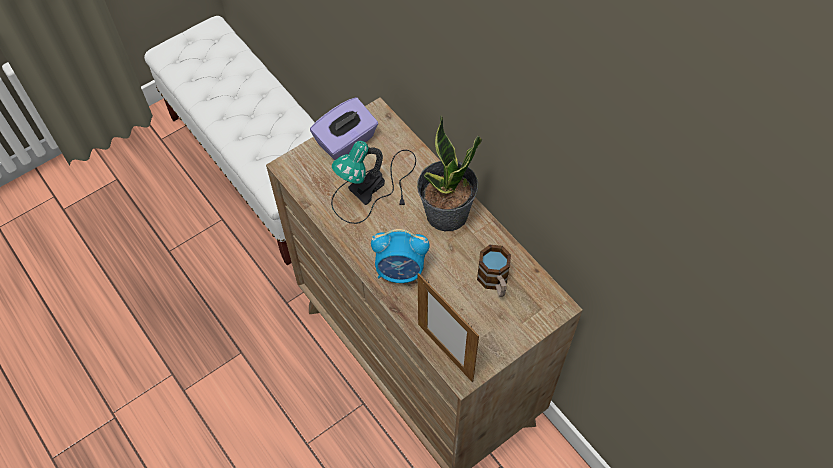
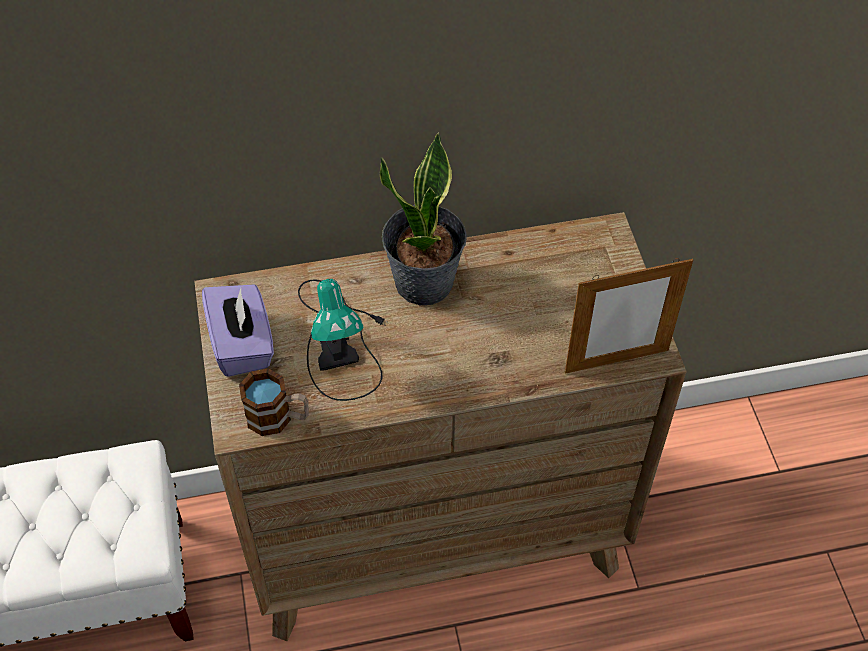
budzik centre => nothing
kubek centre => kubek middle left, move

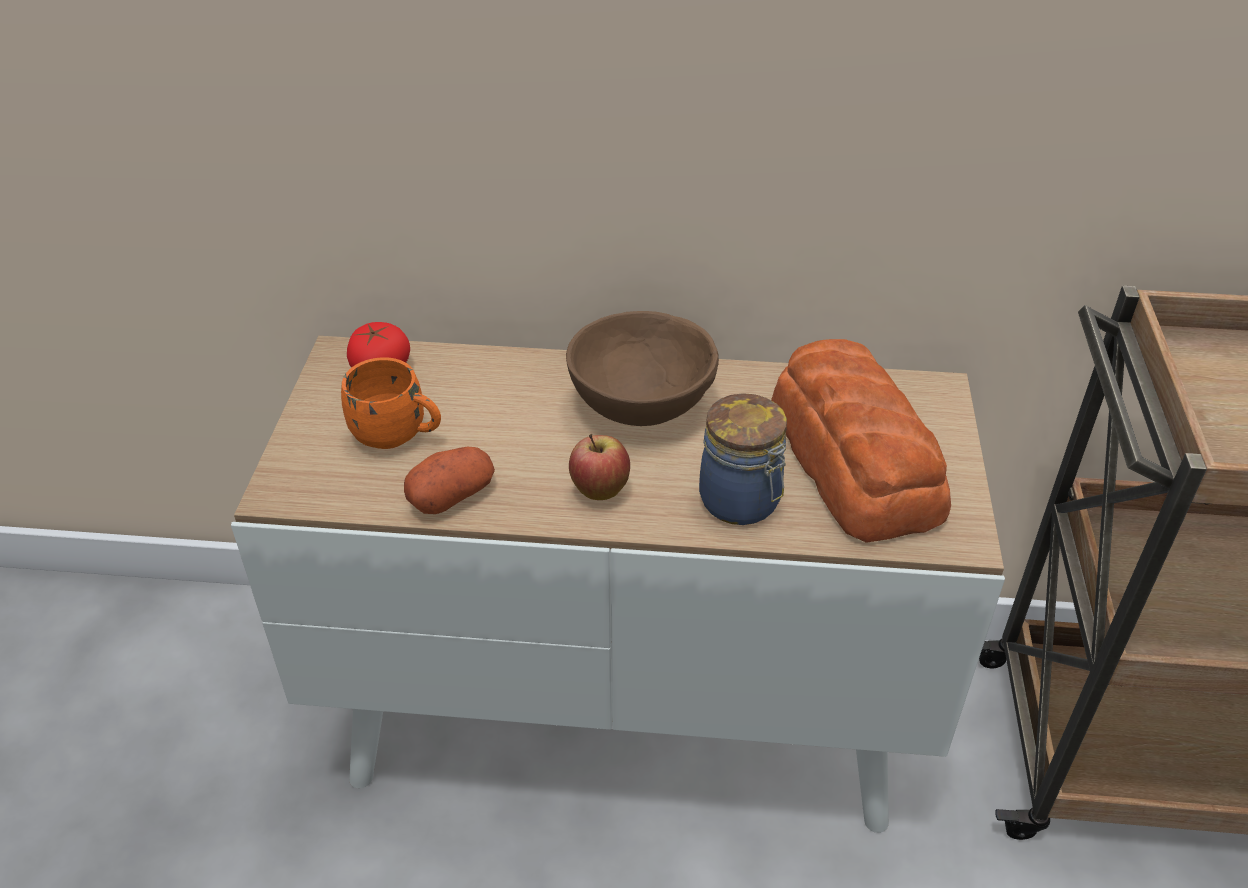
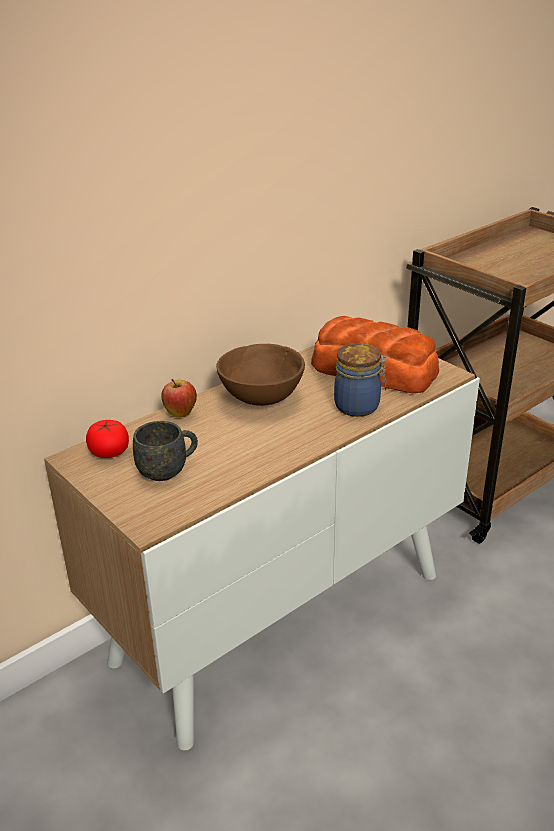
kubek/pomarańczowy middle left => kubek/szary middle left
jabłko centre => jabłko middle left, move
ziemniak centre => nothing

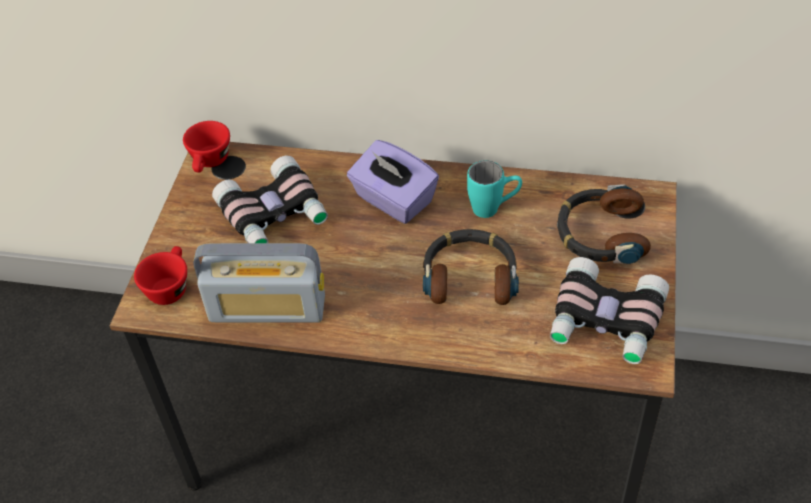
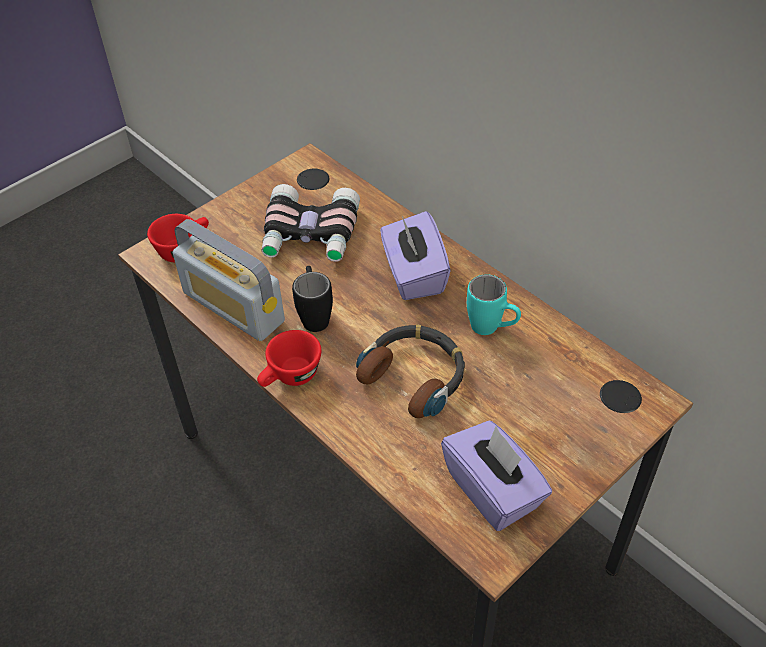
filiżanka/czerwony (2nd from left) top left => filiżanka/czerwony (2nd from left) centre, move
słuchawki (2nd from left) middle right => nothing
lornetka (2nd from left) middle right => pudełko chusteczek/fioletowy (2nd from left) bottom centre
nothing => kubek/czarny centre

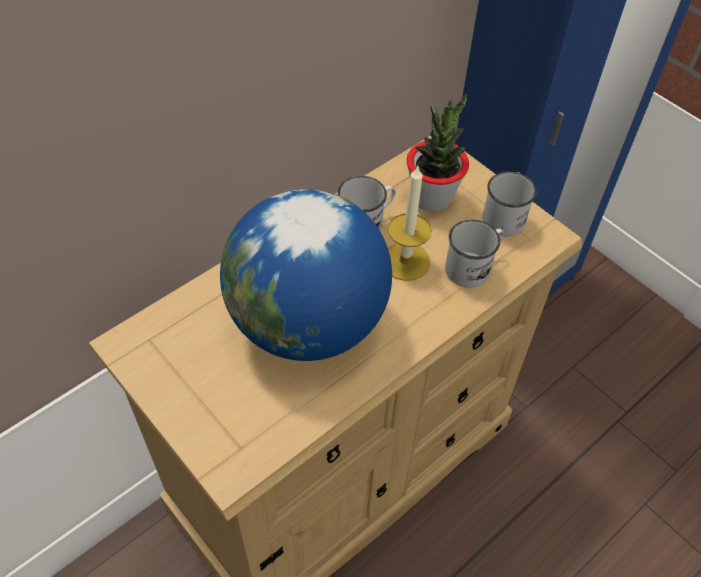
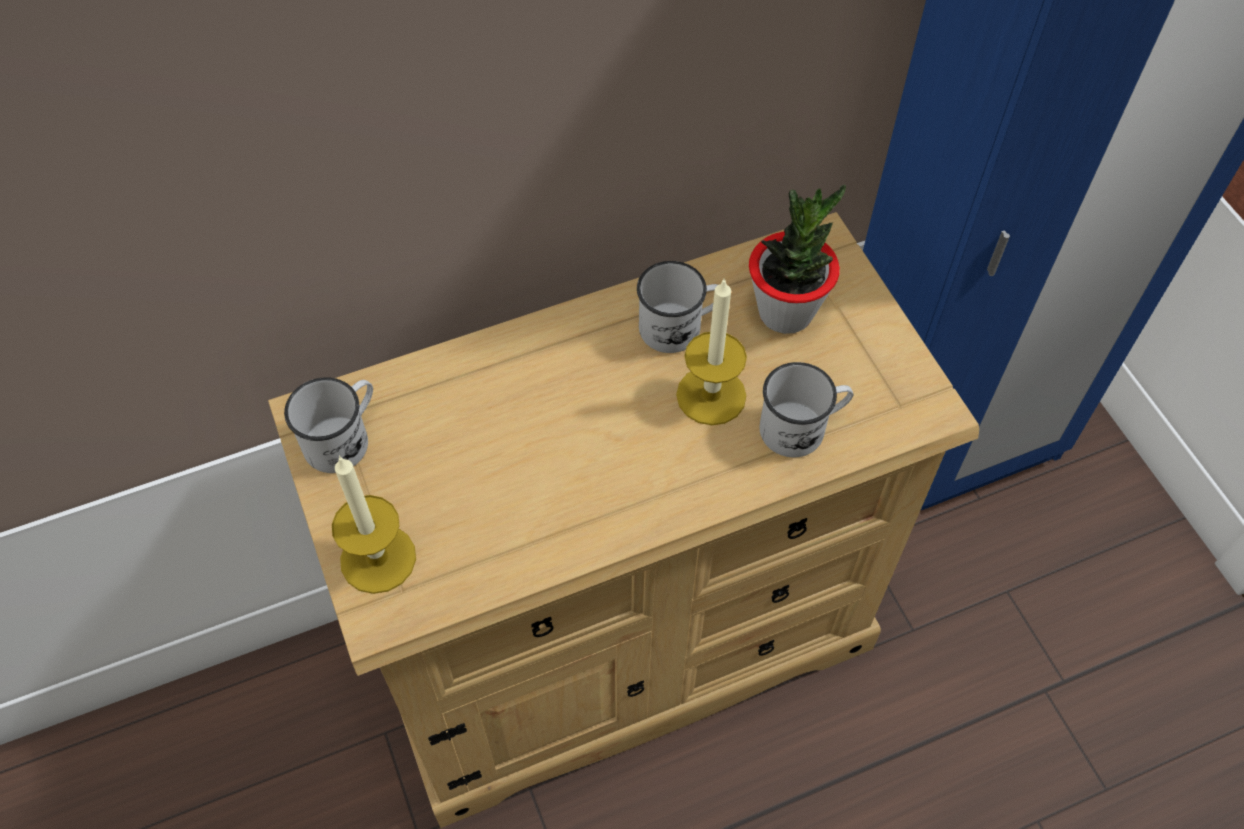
kubek/biały (3rd from left in the first image) middle right => kubek/biały (1st from left) middle left, move
globus centre => nothing
nothing => świeca (1st from left) middle left

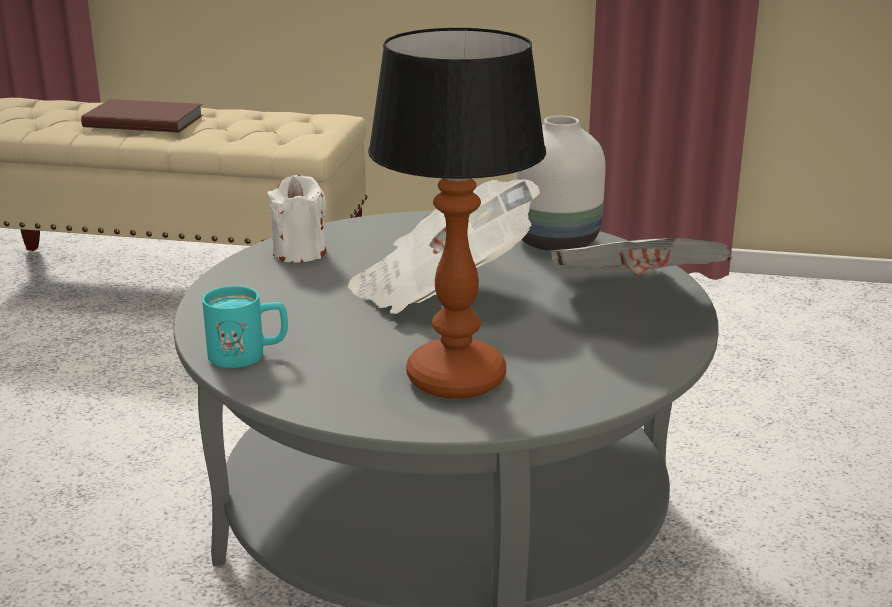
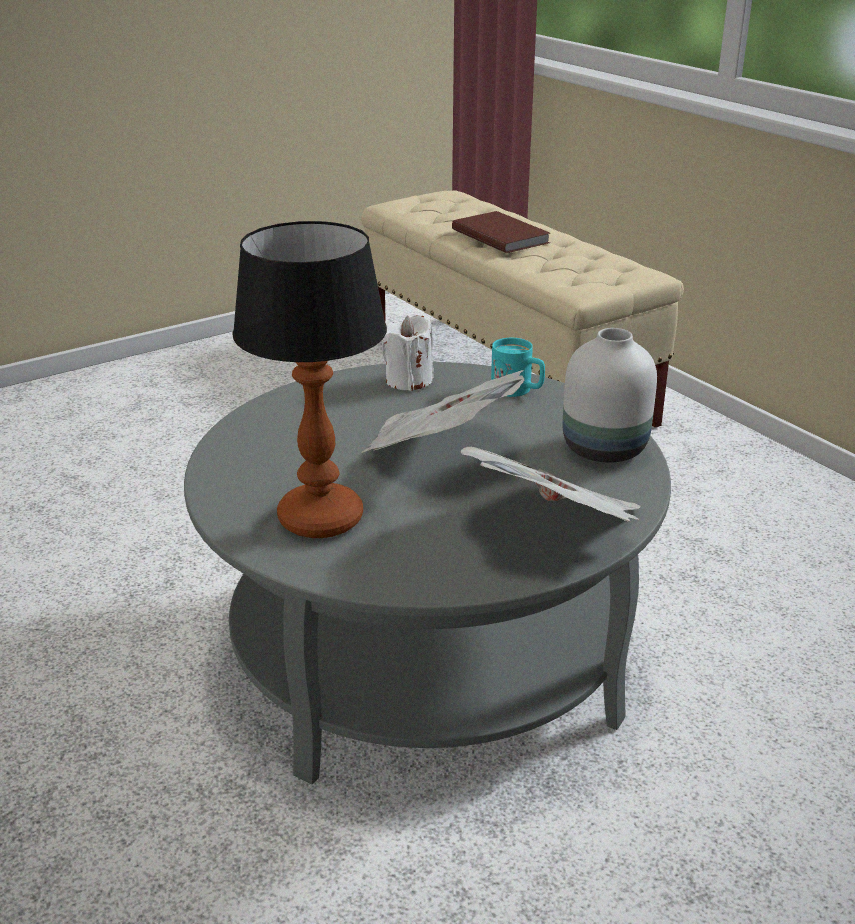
kubek/turkusowy middle left => kubek/turkusowy centre, move

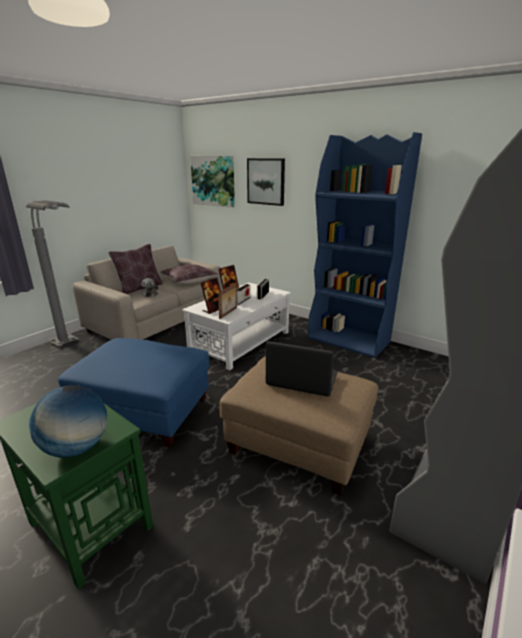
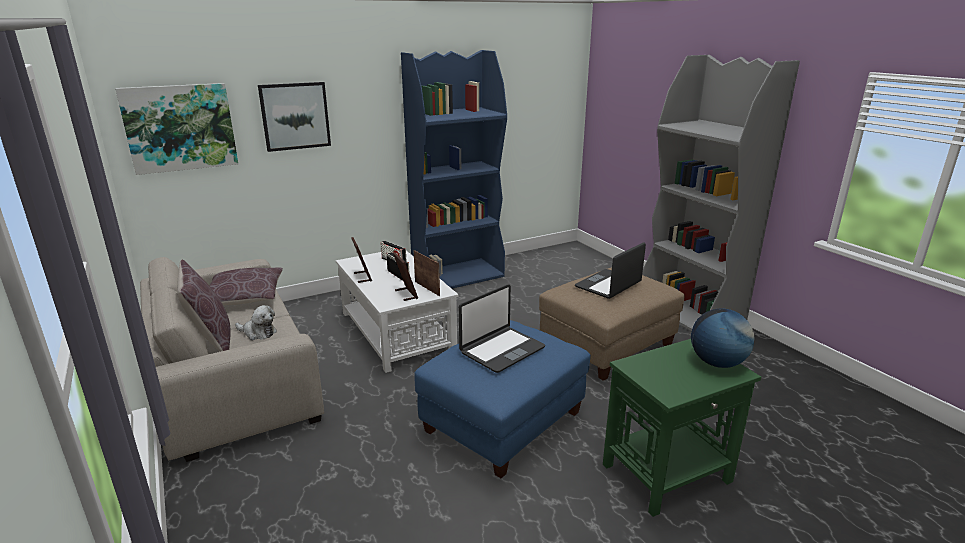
lampa stojąca/szary middle left => nothing
nothing => laptop (1st from left) centre

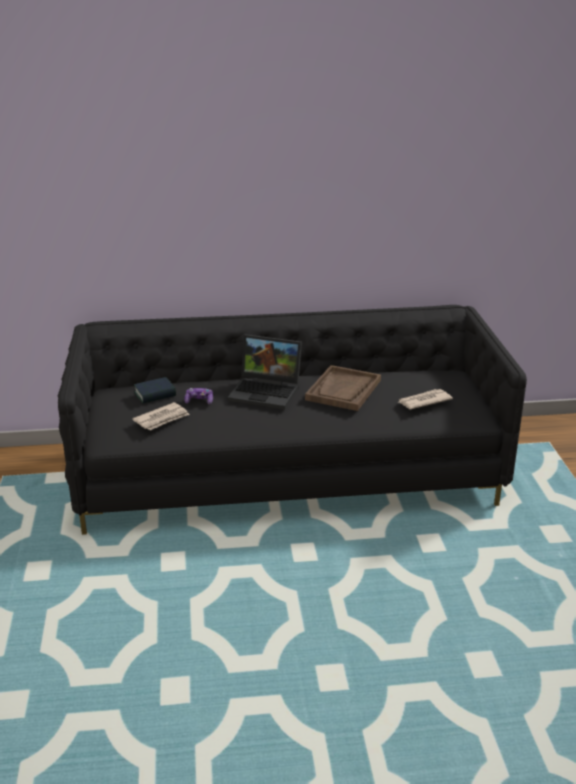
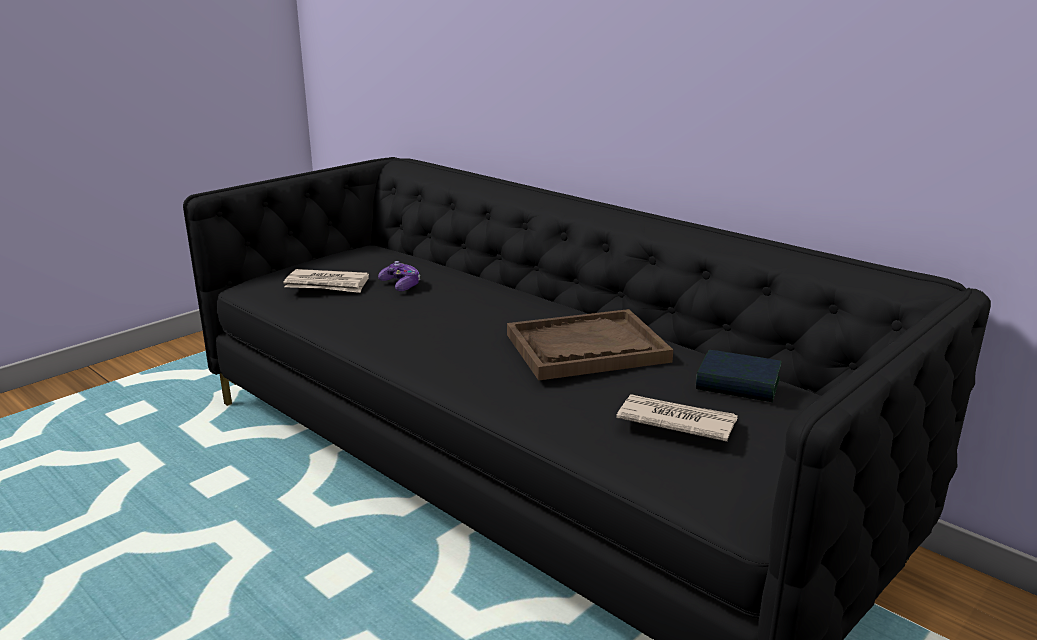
laptop centre => nothing
książka middle left => książka middle right, move

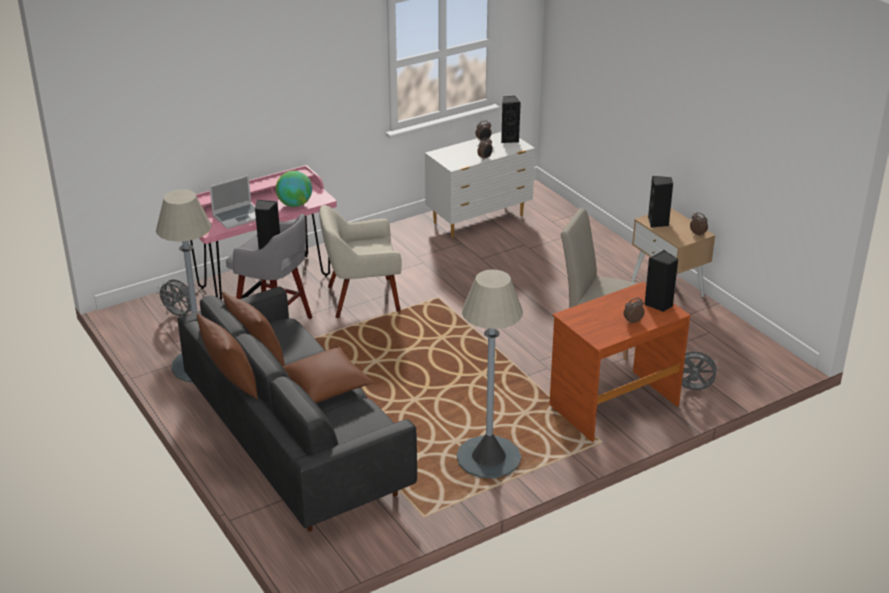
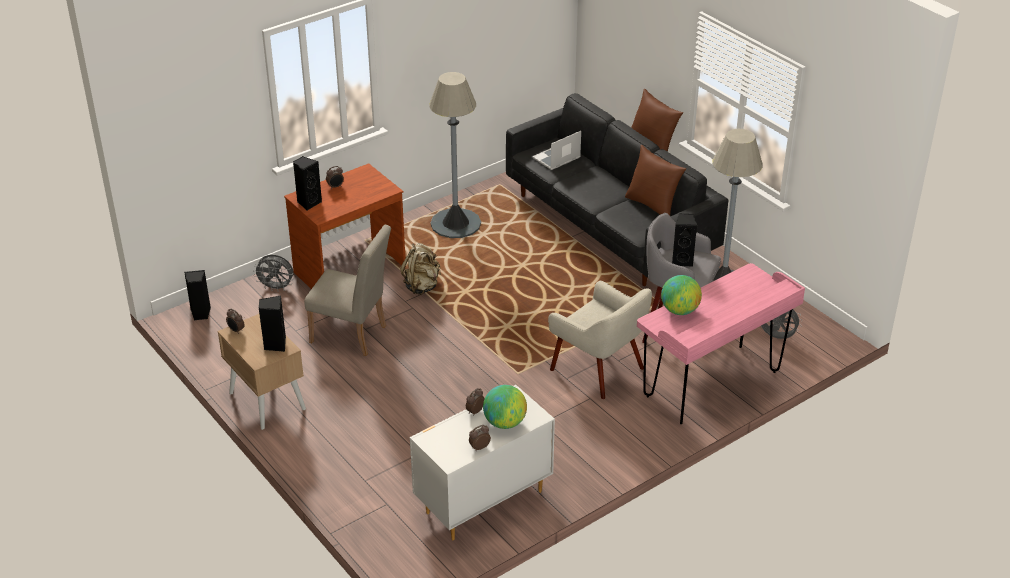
głośnik/czarny (2nd from left in the first image) top centre => głośnik/czarny (1st from left) middle left, move
laptop middle left => laptop top centre, move
fotel/beżowy centre, 60 degrees clockwise
poduszka/brązowy (3rd from left) centre => nothing
nothing => plecak/beżowy centre
nothing => globus (1st from left) bottom centre

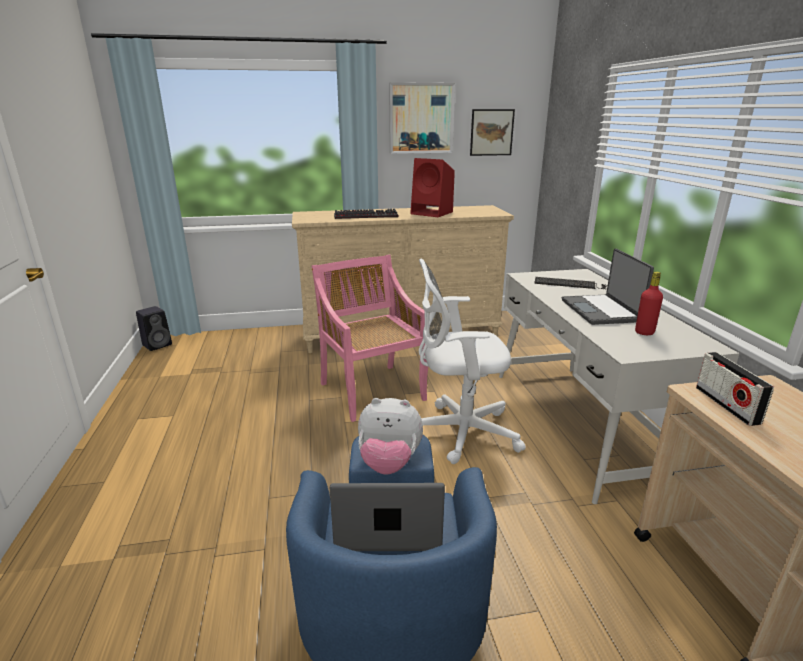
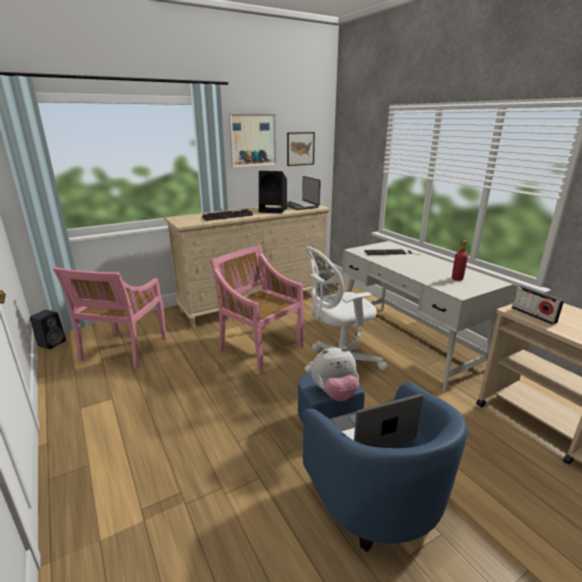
głośnik/czerwony top centre => głośnik/czarny (2nd from left) top centre
laptop (2nd from left in the first image) middle right => laptop (1st from left) top centre, move
nothing => krzesło/różowy (1st from left) middle left

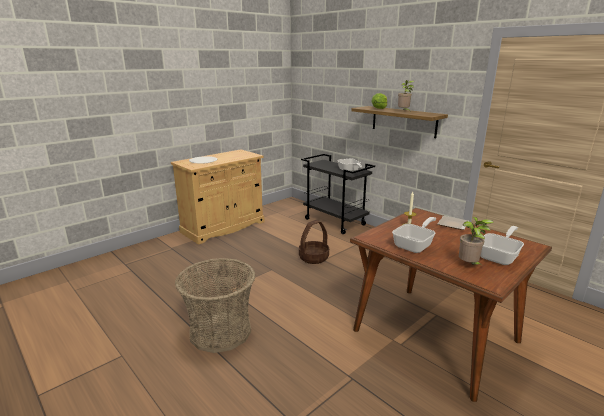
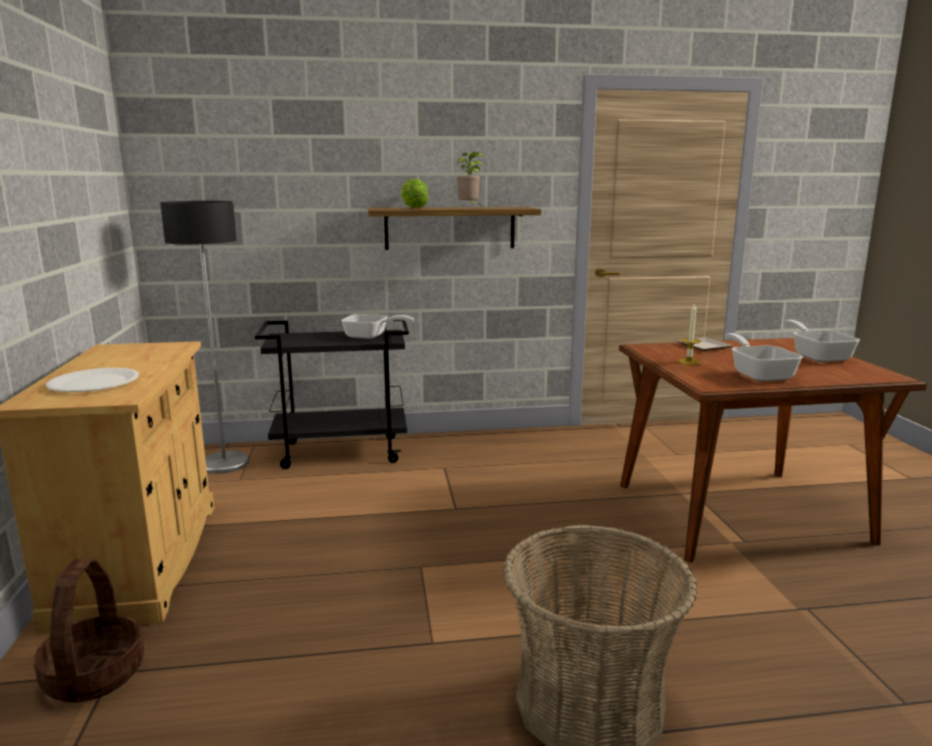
roślina doniczkowa (2nd from left) middle right => nothing
koszyk (2nd from left in the first image) centre => koszyk (1st from left) bottom left, move
nothing => lampa stojąca middle left

